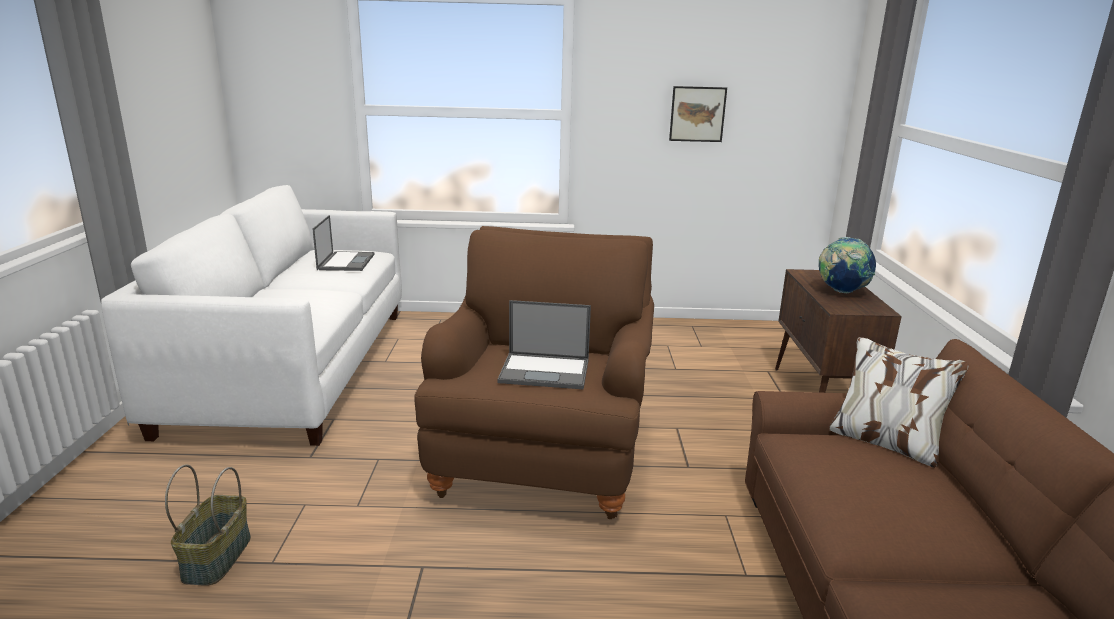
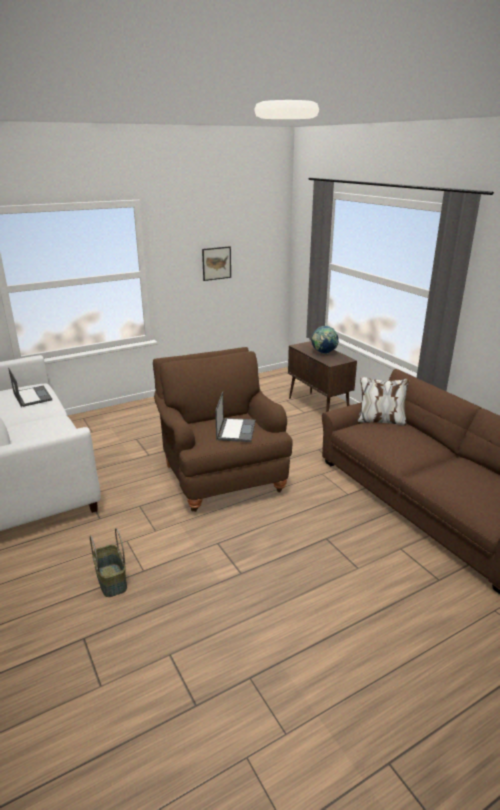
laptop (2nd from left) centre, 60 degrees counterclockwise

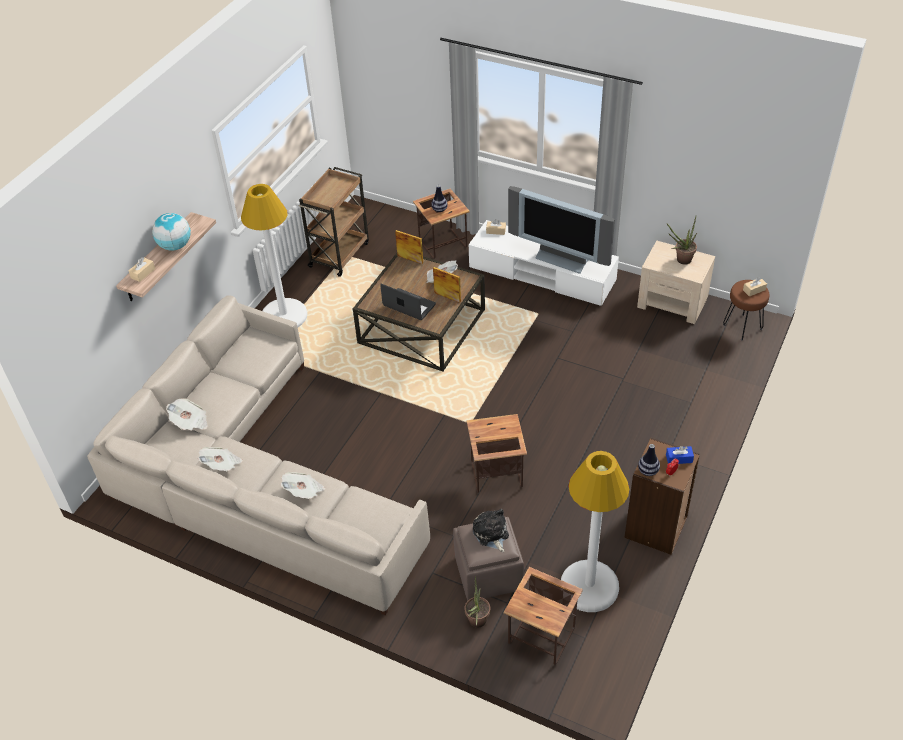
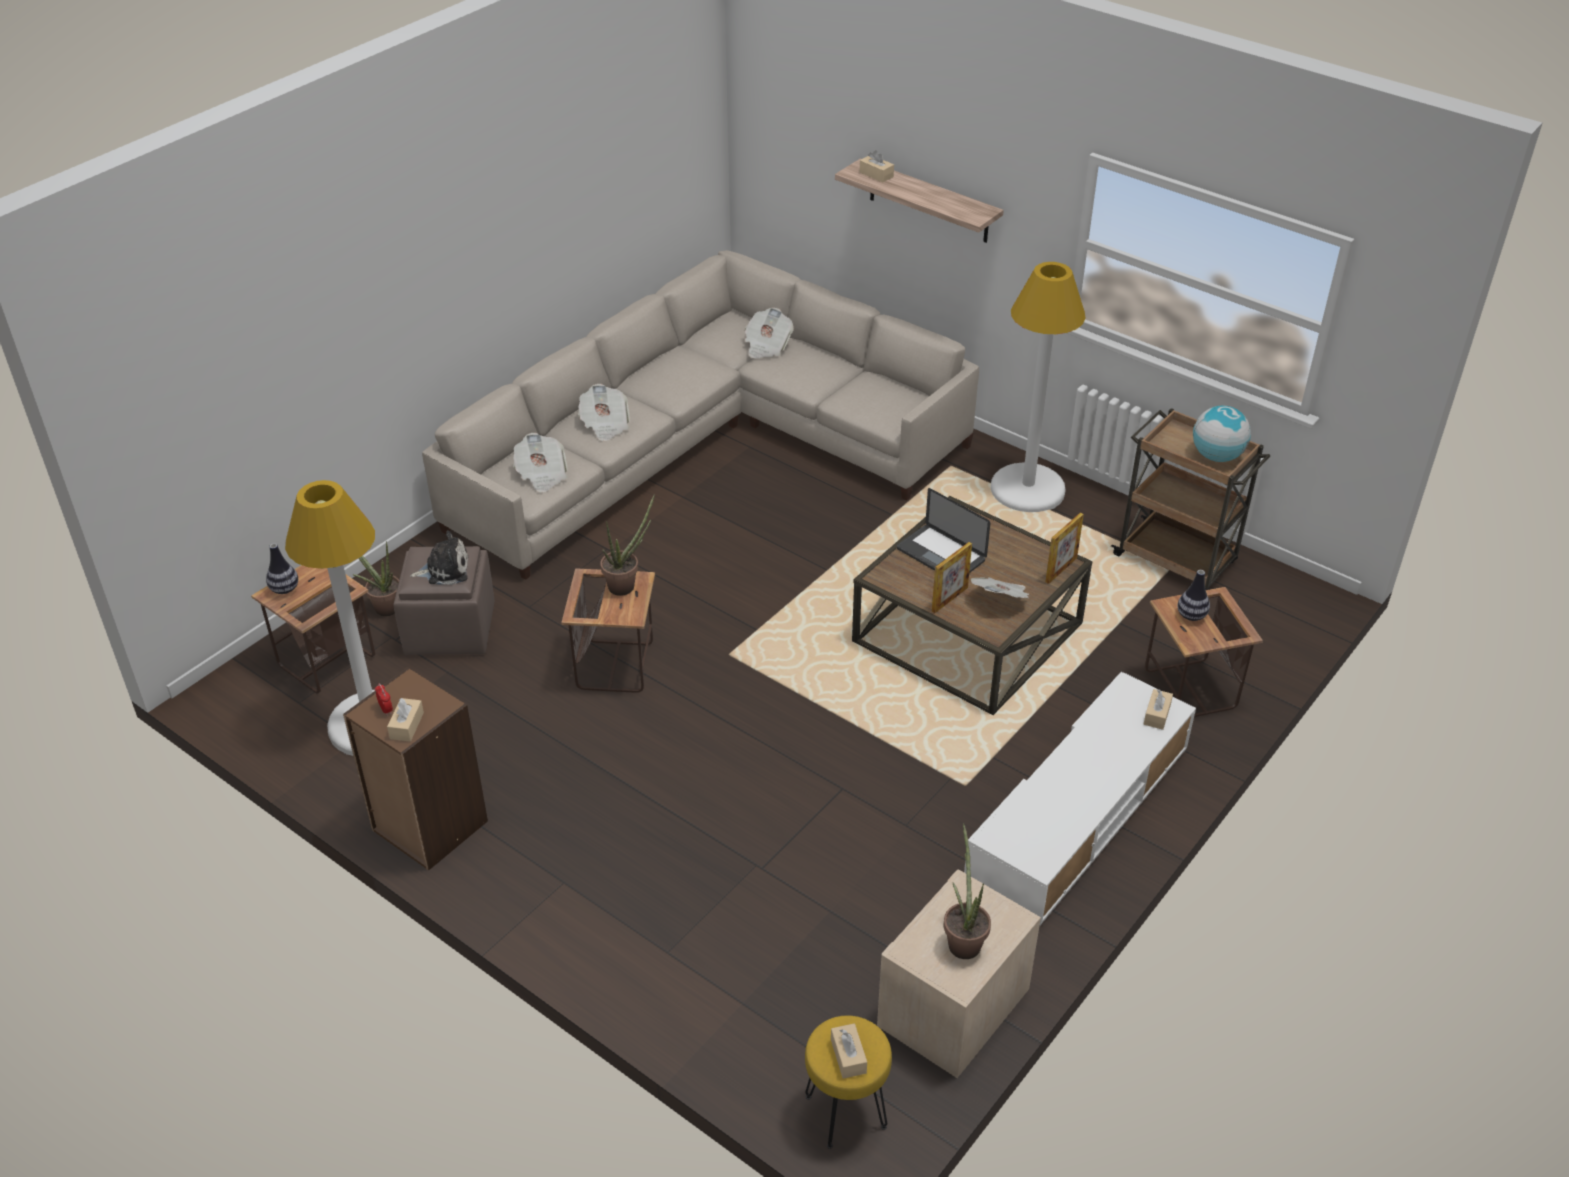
telewizor top centre => nothing
globus top left => globus middle right, move
stołek/brązowy middle right => stołek/żółty bottom centre
laptop centre, 90 degrees clockwise
wazon (2nd from left in the first image) middle right => wazon (1st from left) middle left, move
pudełko chusteczek/niebieski middle right => pudełko chusteczek/beżowy (1st from left) middle left
gazeta (2nd from left in the first image) middle left => gazeta (1st from left) centre, move
nothing => roślina doniczkowa (2nd from left) centre

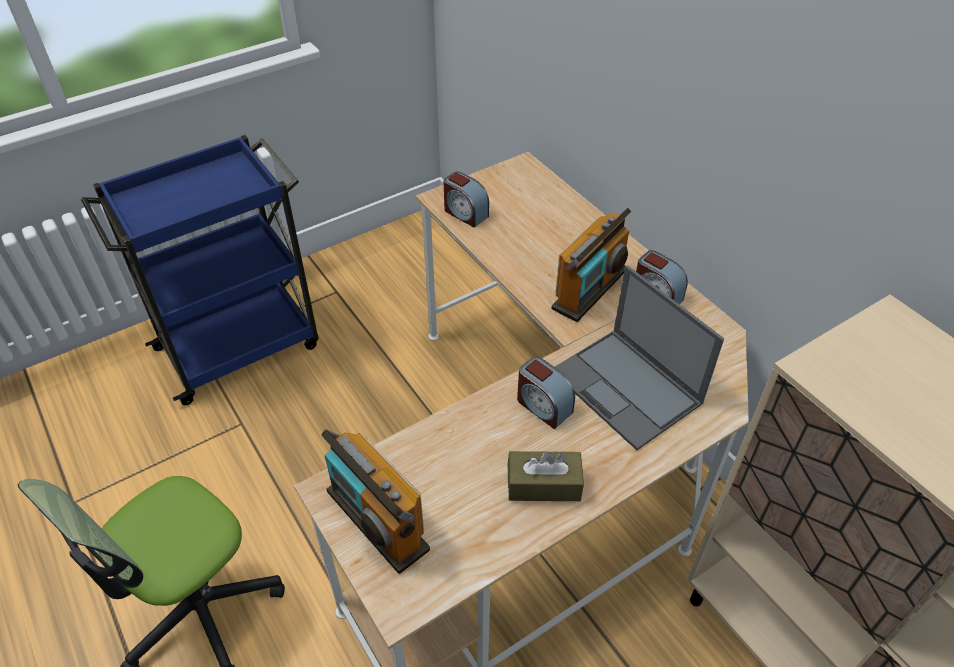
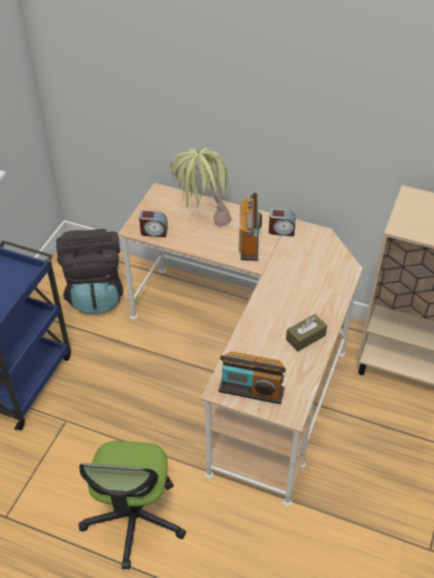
laptop middle right => nothing
budzik (2nd from left) centre => nothing
nothing => roślina doniczkowa top centre
nothing => plecak/czarny middle left

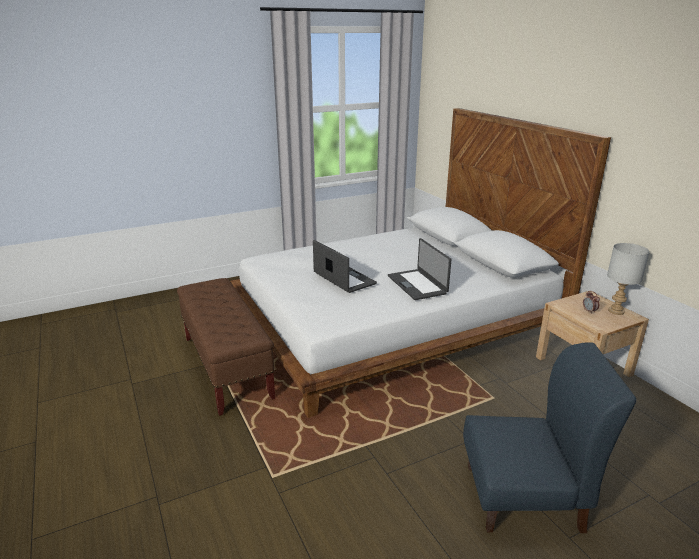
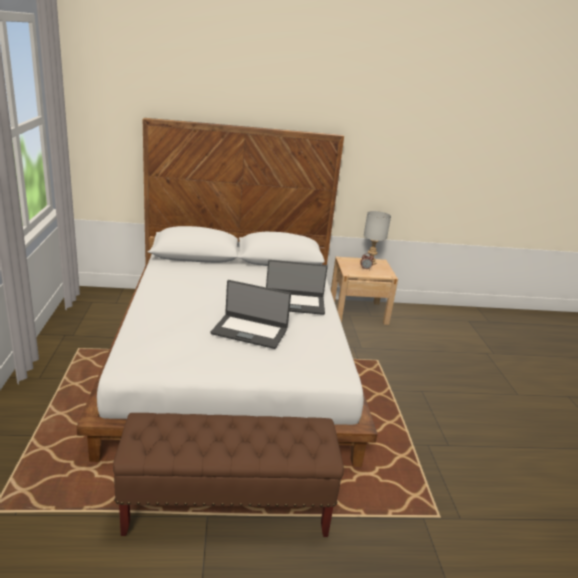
laptop (1st from left) centre, 150 degrees counterclockwise
krzesło/niebieski bottom right => nothing

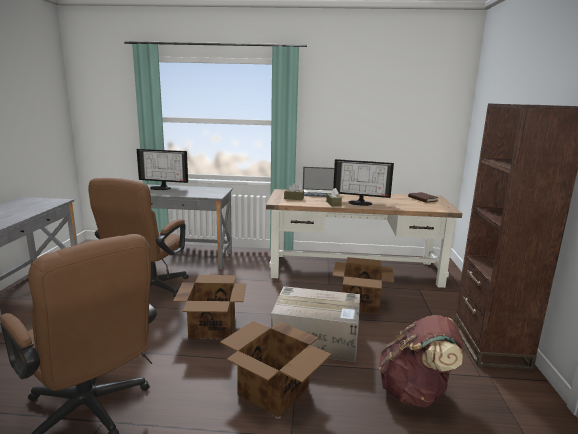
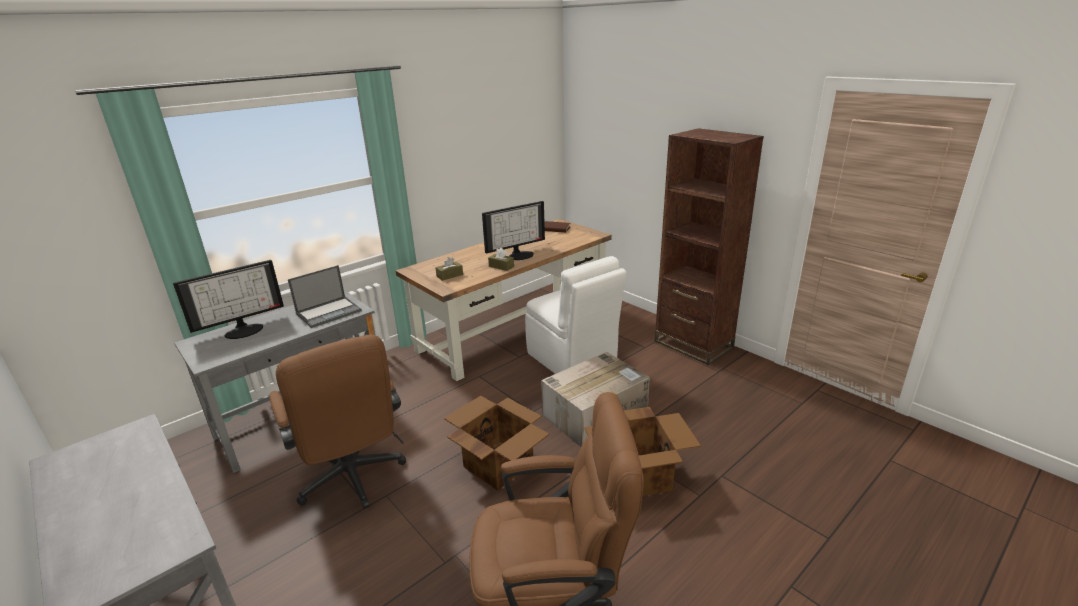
laptop centre => laptop middle left, move
karton (4th from left) centre => krzesło/biały centre
plecak/brązowy bottom right => nothing

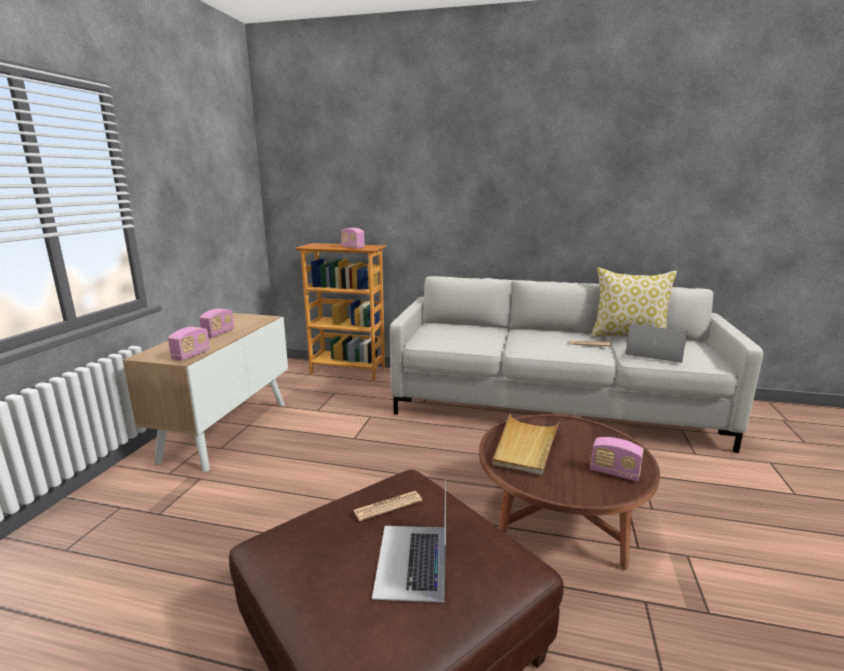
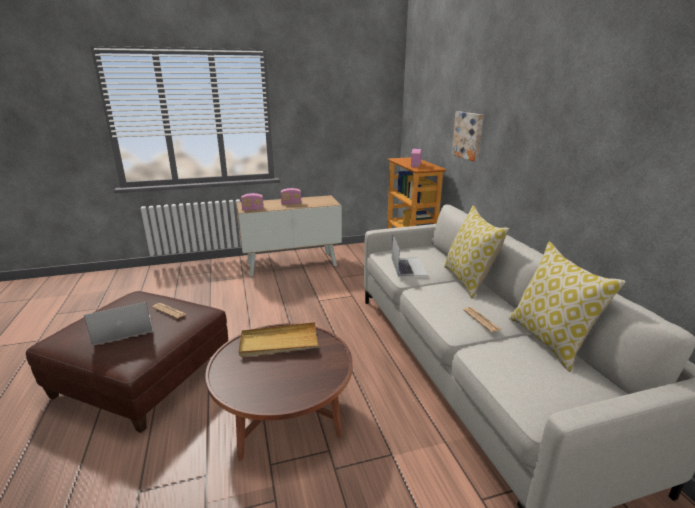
laptop (2nd from left) middle right => laptop (2nd from left) centre, move
radio (4th from left) bottom right => nothing
nothing => obraz top right
nothing => poduszka (1st from left) middle right

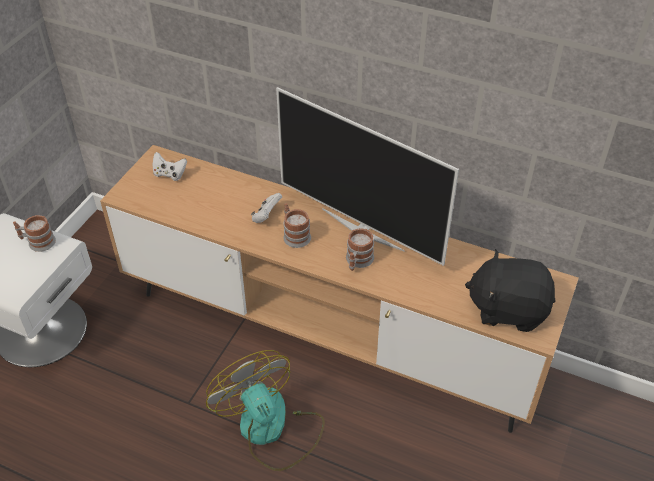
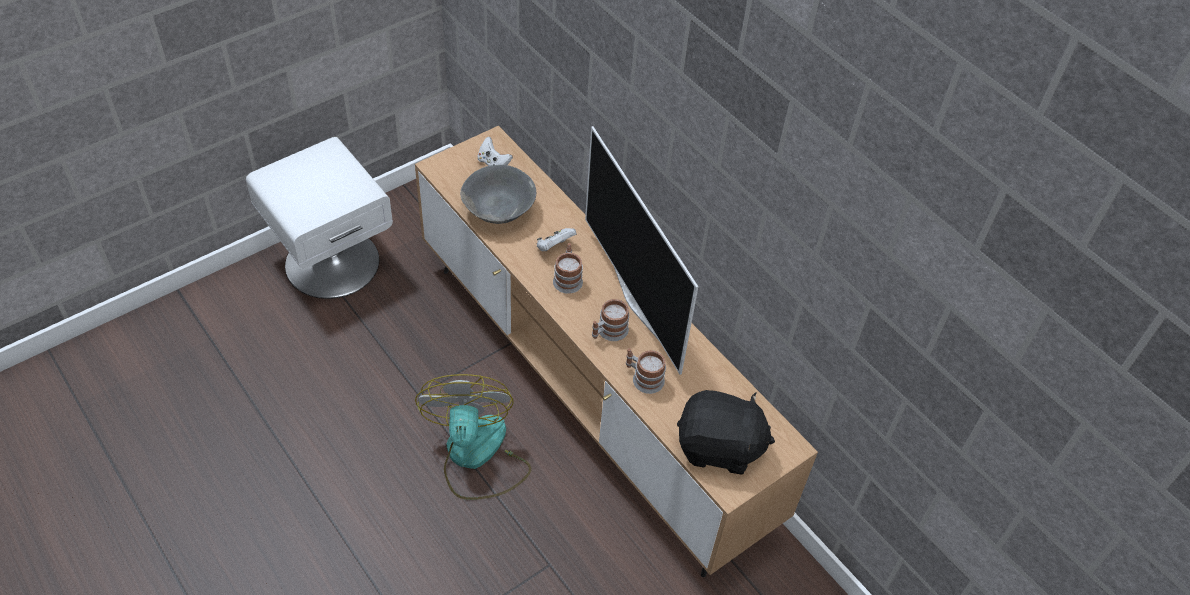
kubek (1st from left in the first image) middle left => kubek (3rd from left) centre, move
pluszak/czarny middle right => pluszak/czarny bottom centre, 150 degrees clockwise
nothing => miska/szary top centre

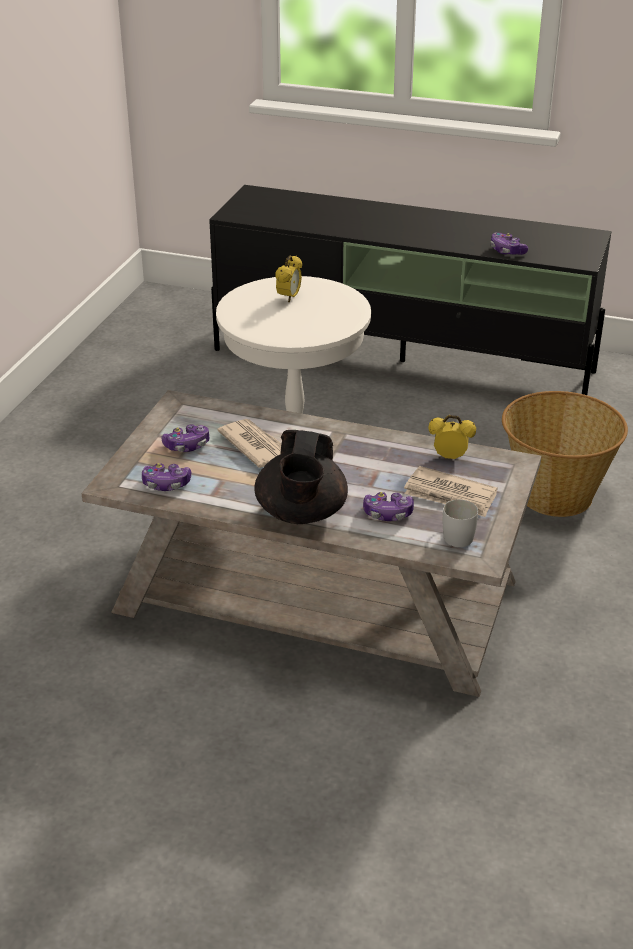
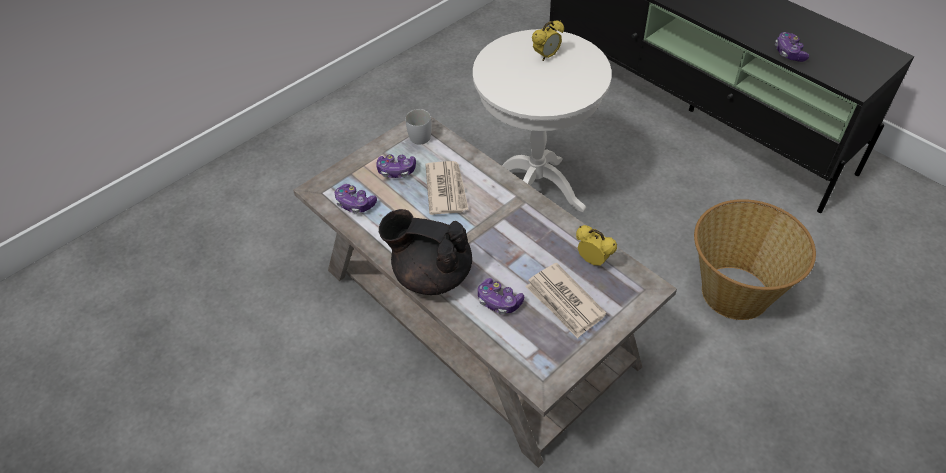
imbryk/czarny centre, 75 degrees clockwise
kubek/biały middle right => kubek/biały top centre, move

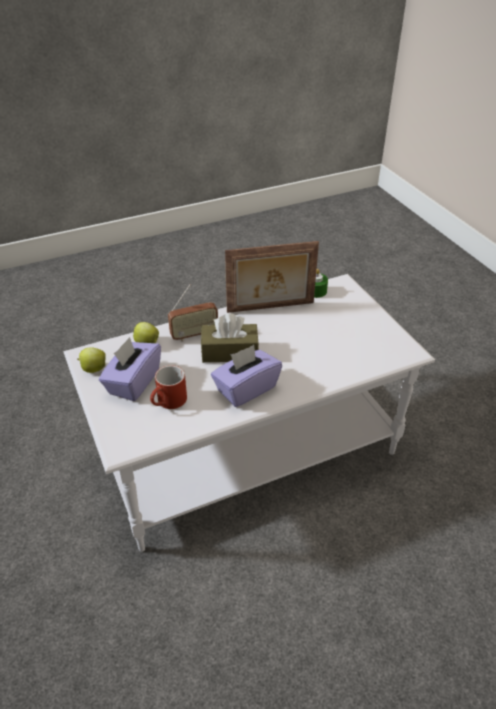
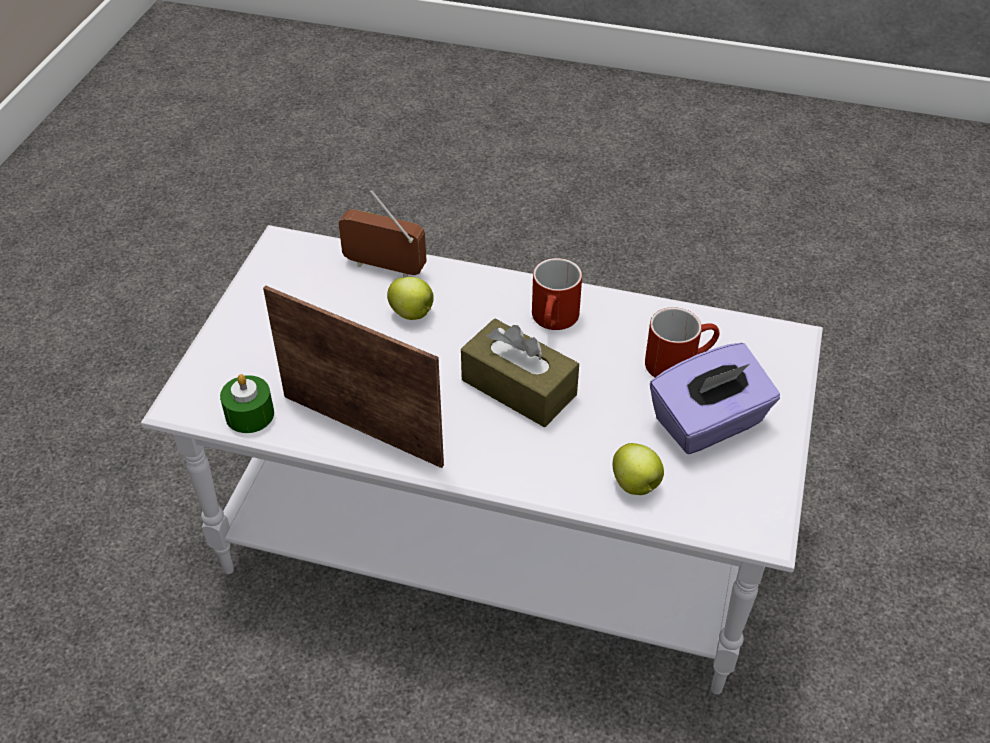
radio centre => radio top centre, move
pudełko chusteczek/fioletowy (2nd from left) centre => kubek/czerwony (1st from left) centre
jabłko (1st from left) middle left => jabłko (1st from left) centre, move

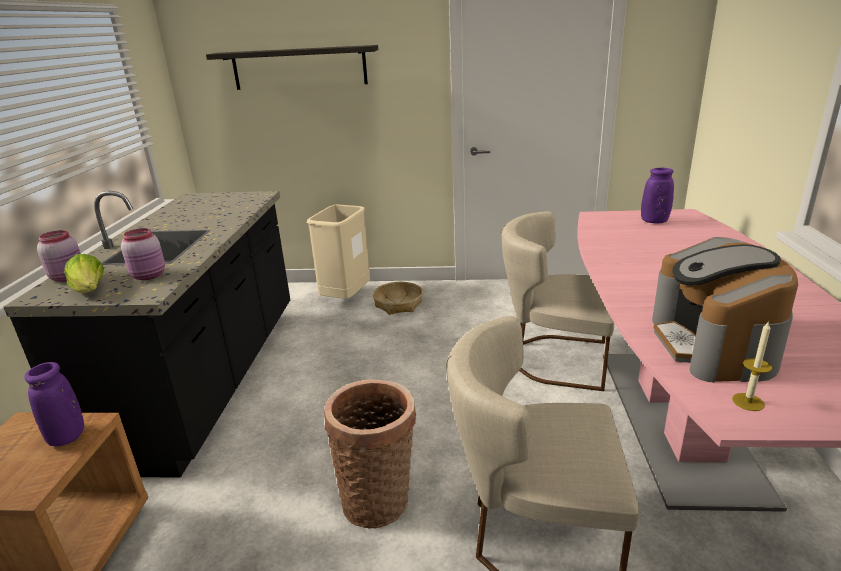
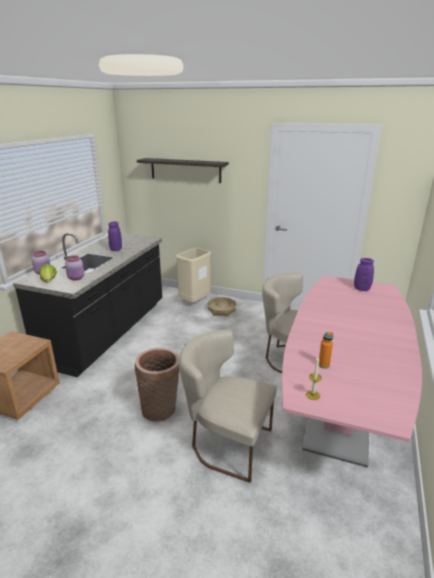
ekspres do kawy middle right => butelka/pomarańczowy middle right
wazon/fioletowy (1st from left) bottom left => wazon/fioletowy (1st from left) middle left, move

